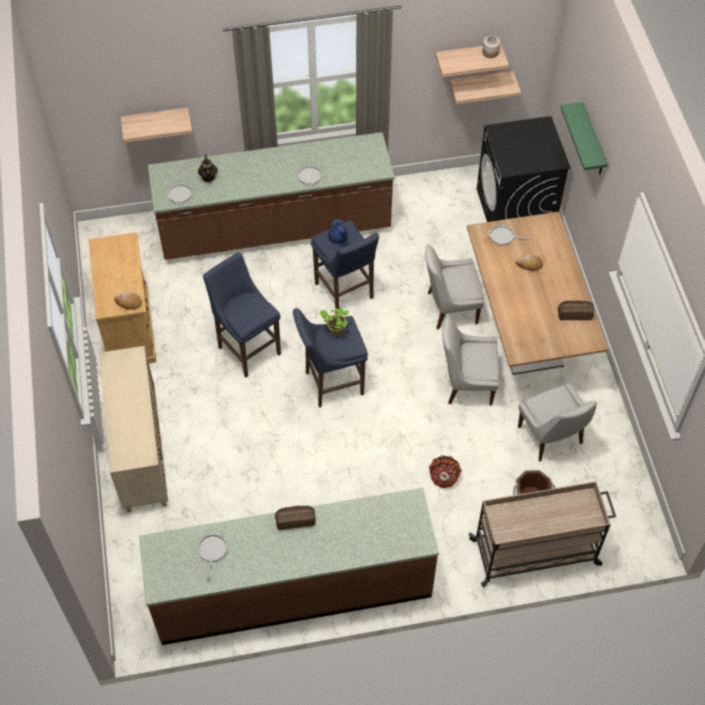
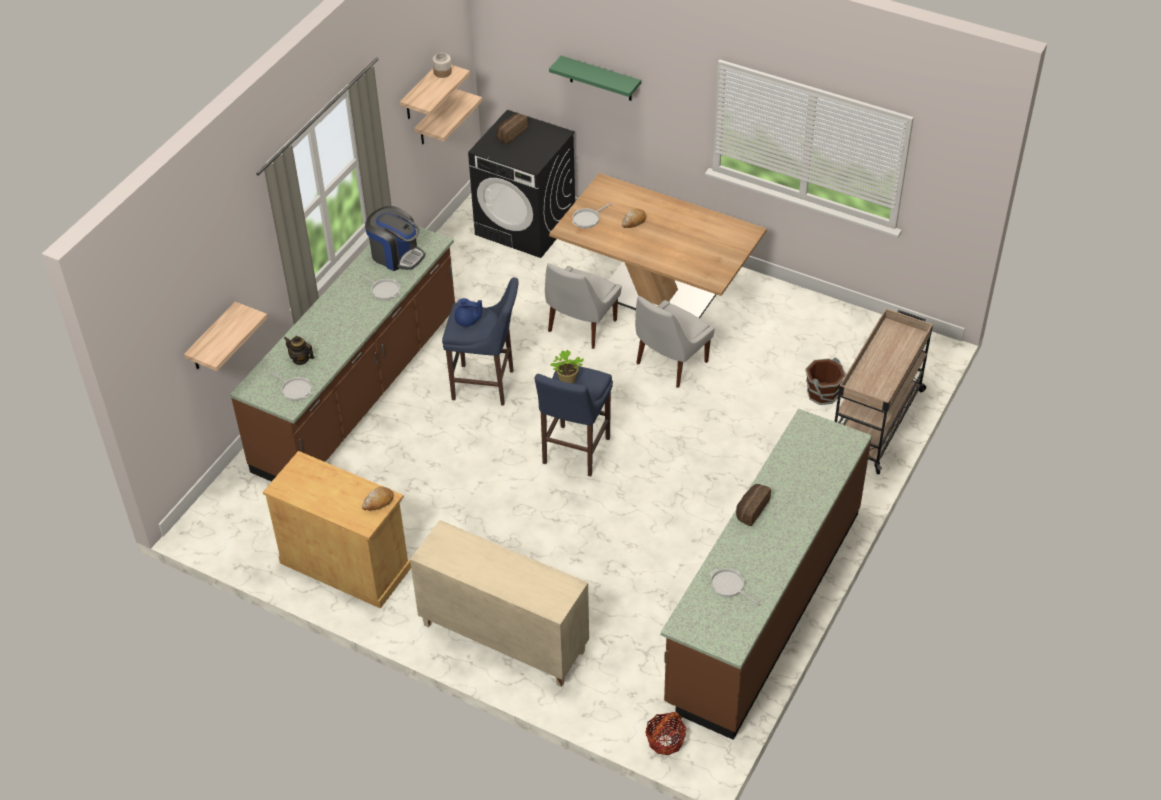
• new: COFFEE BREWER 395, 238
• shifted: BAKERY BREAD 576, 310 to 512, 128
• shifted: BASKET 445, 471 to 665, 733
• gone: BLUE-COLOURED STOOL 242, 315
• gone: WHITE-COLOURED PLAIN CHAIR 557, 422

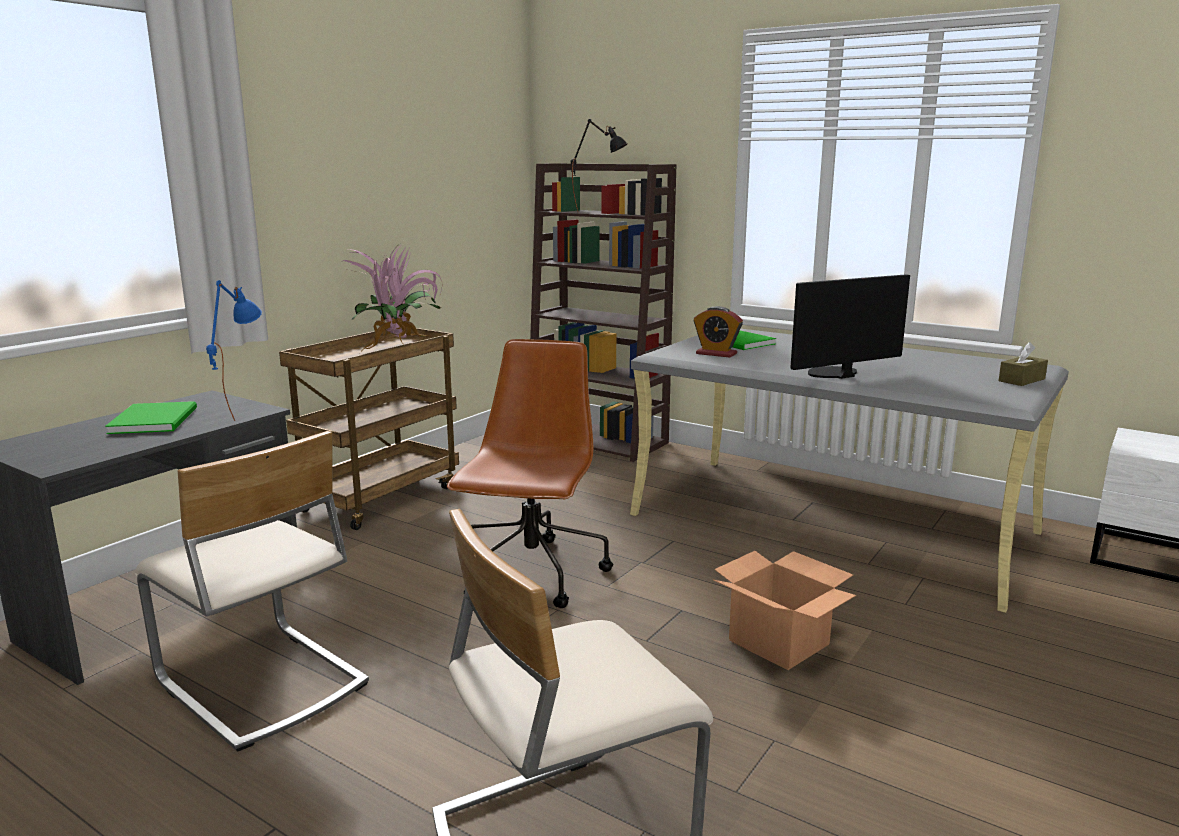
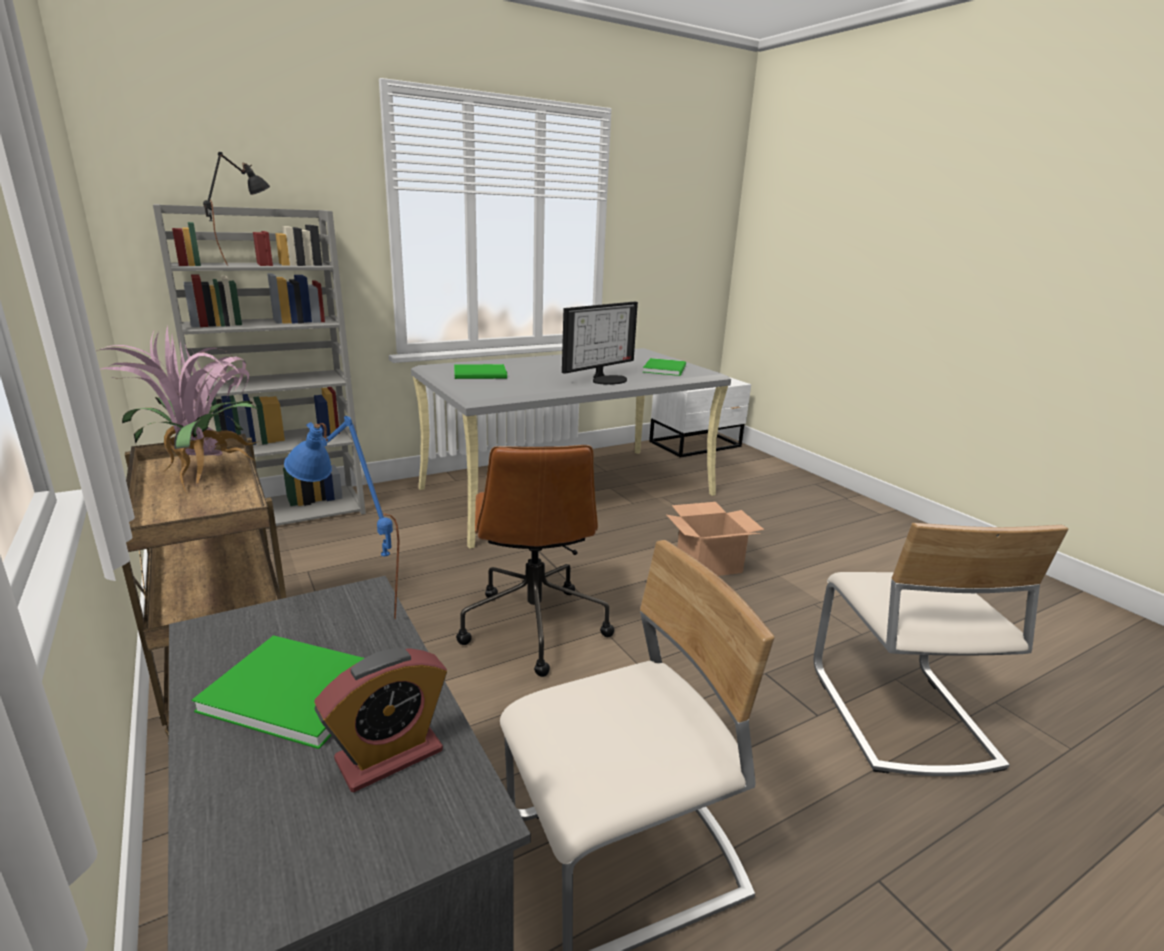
• repainted: BROWN SHELVING UNIT 603, 312 to GREYISH SHELVING UNIT 259, 365
• shifted: BEDSIDE CLOCK 718, 332 to 380, 720
• rotated: BROWN DESK CHAIR 530, 473 = 535, 561 135 degrees counterclockwise
• rotated: COMPUTER SCREEN 850, 326 = 600, 343 135 degrees counterclockwise
• new: GREEN-COLOURED VOLUME 664, 367
• gone: BROWN TISSUE BOX 1023, 364

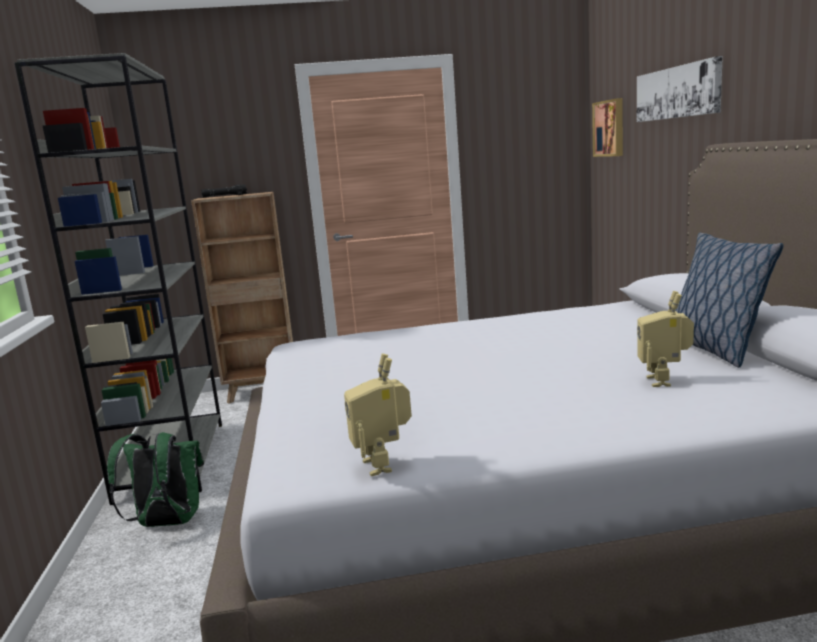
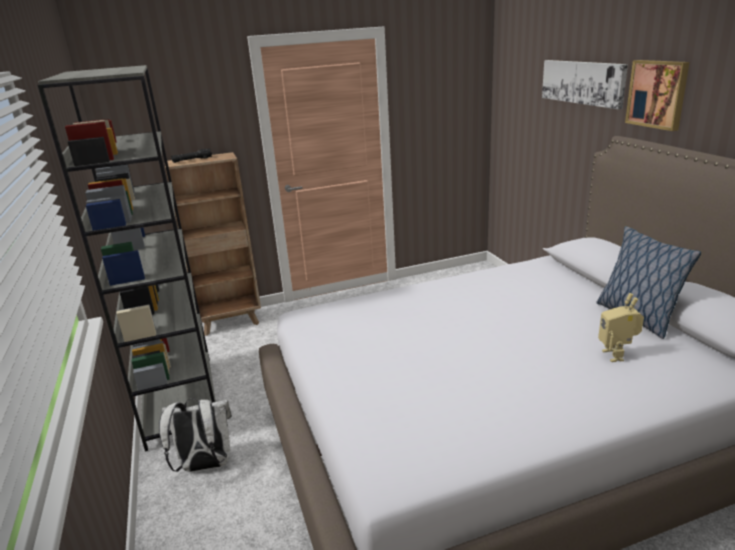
• repainted: GREEN-COLOURED RUCKSACK 155, 479 to WHITE-COLOURED RUCKSACK 195, 435
• shifted: WALL ART 607, 127 to 657, 95
• gone: ROBOT FIGURE 378, 415

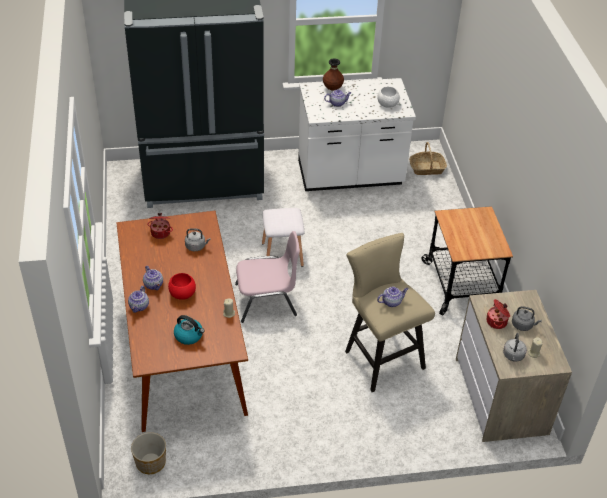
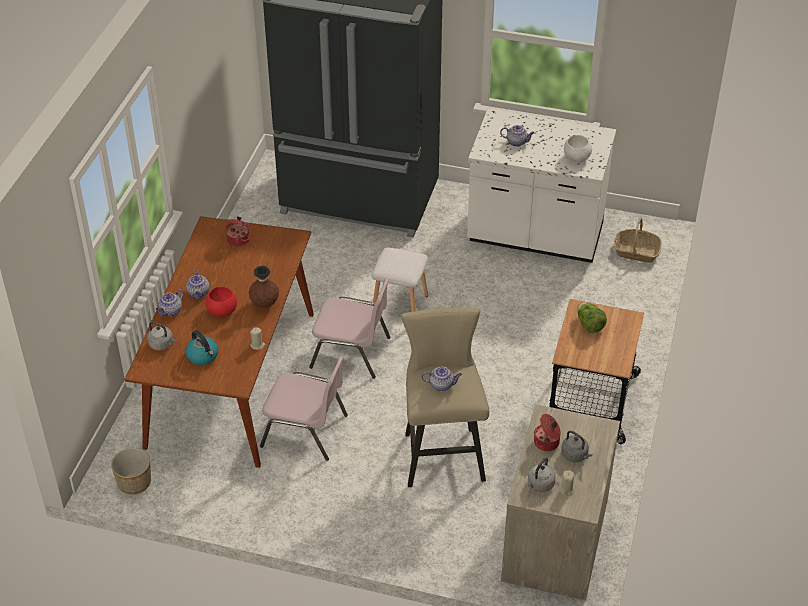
• shifted: GREYISH KETTLE 198, 239 to 161, 335
• shifted: BROWN FLOWER VASE 333, 74 to 264, 287
• new: PINKISH PLAIN CHAIR 304, 408
• new: HEAD OF LETTUCE 592, 317

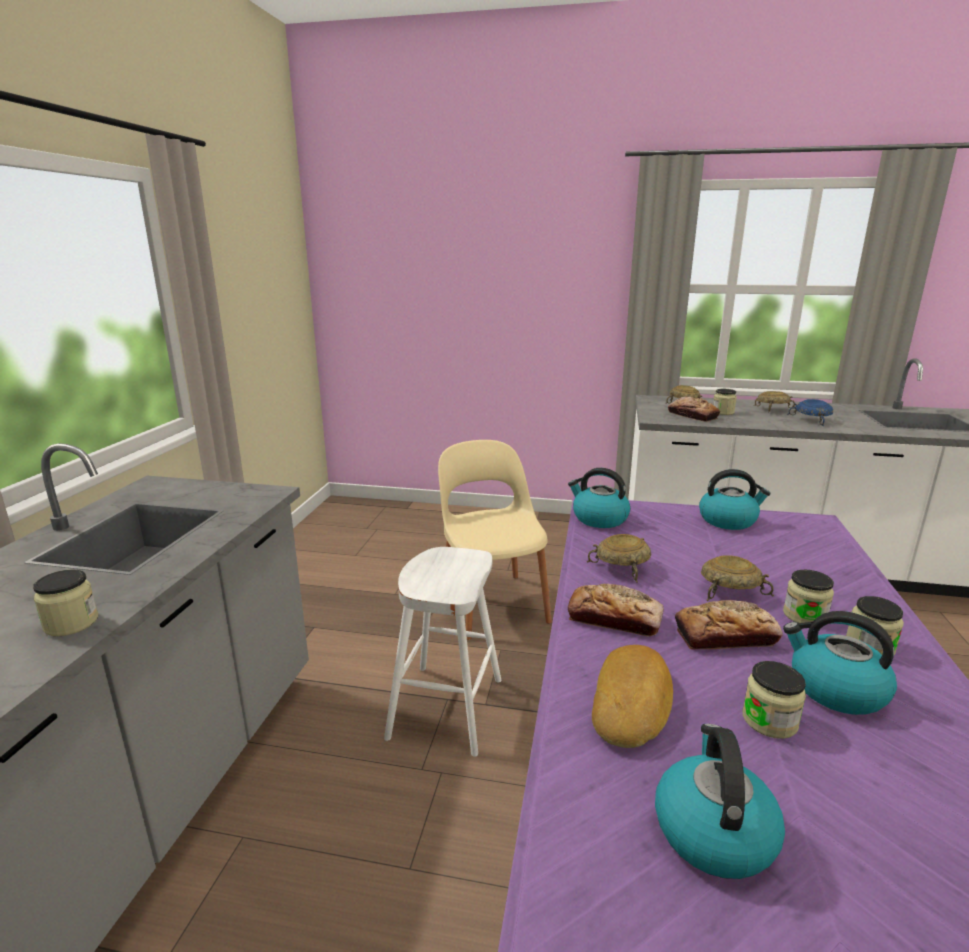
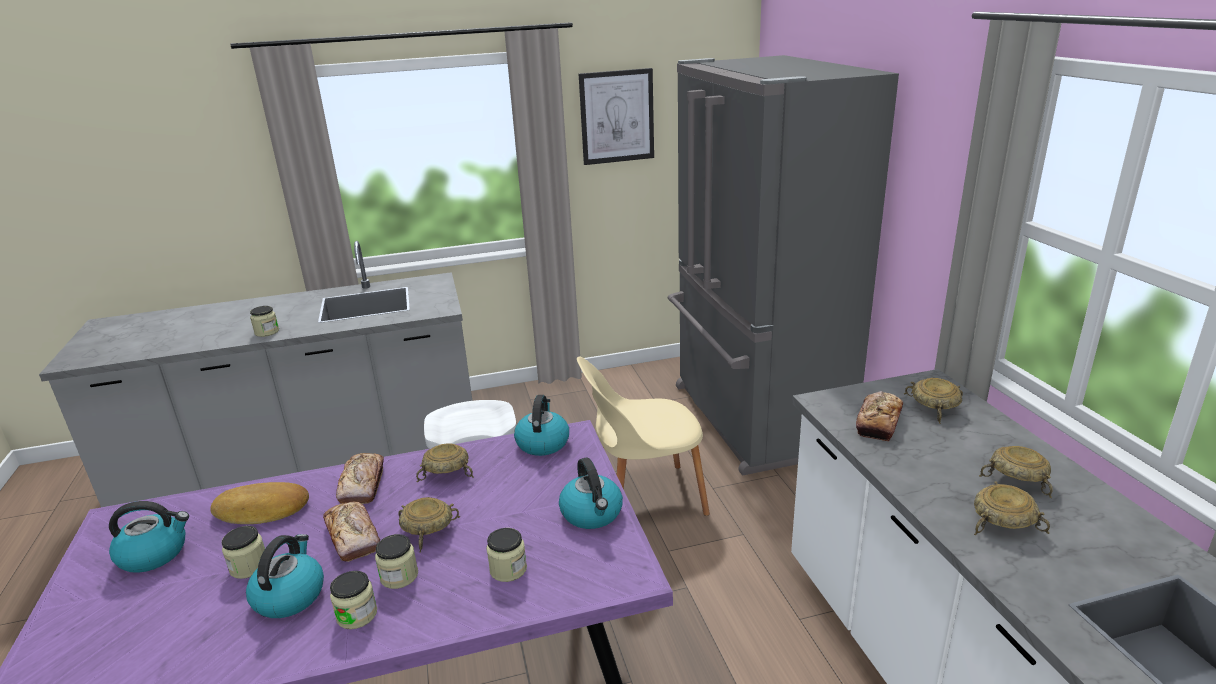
• shifted: JAR 725, 402 to 506, 555
• rotated: SAND-COLOURED PLAIN CHAIR 495, 540 = 643, 436 150 degrees counterclockwise
• new: WALL ART 616, 116
• new: GREYISH REFRIGERATOR 783, 265
• repainted: BLUE-COLOURED DEEP DISH 810, 412 to SAND-COLOURED DEEP DISH 1012, 508

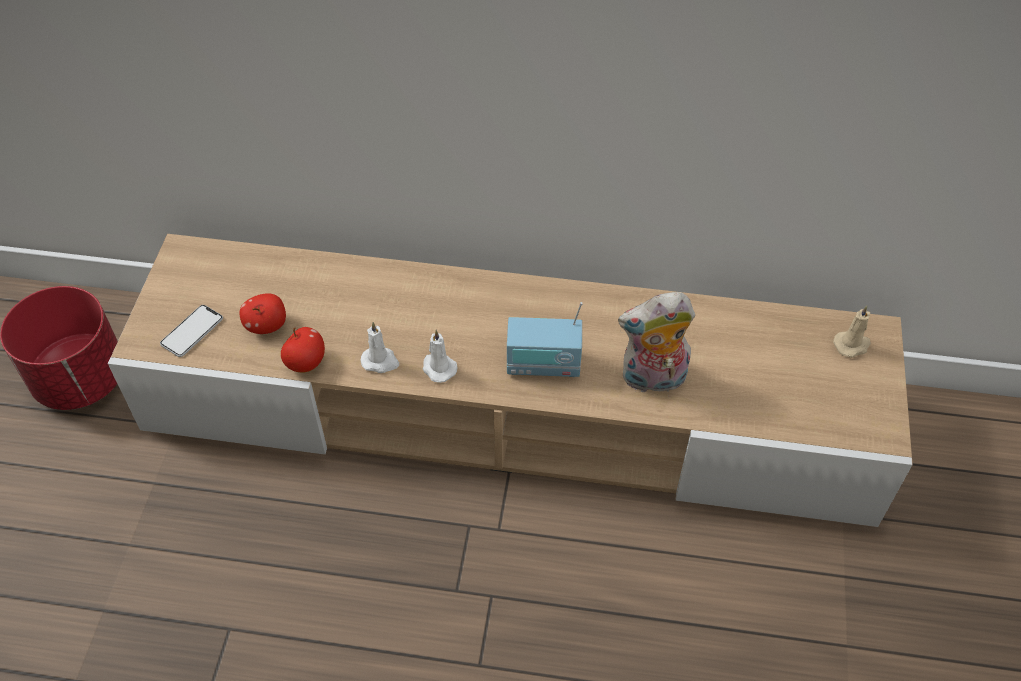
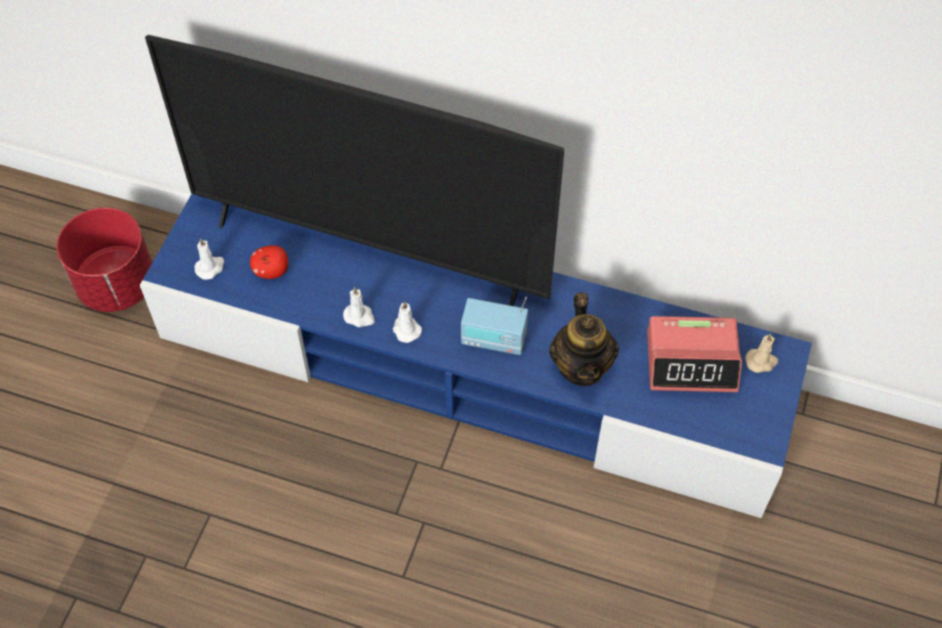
• repainted: SAND-COLOURED TV STAND 510, 380 to BLUE-COLOURED TV STAND 476, 356
• new: TV 354, 170
• swapped: HANDSET 191, 331 to WHITE-COLOURED WAX CANDLE 209, 259
• swapped: CUDDLY TOY 656, 344 to TEA POT 584, 339
• new: BEDSIDE CLOCK 694, 354
• gone: WHOLE APPLE 303, 349

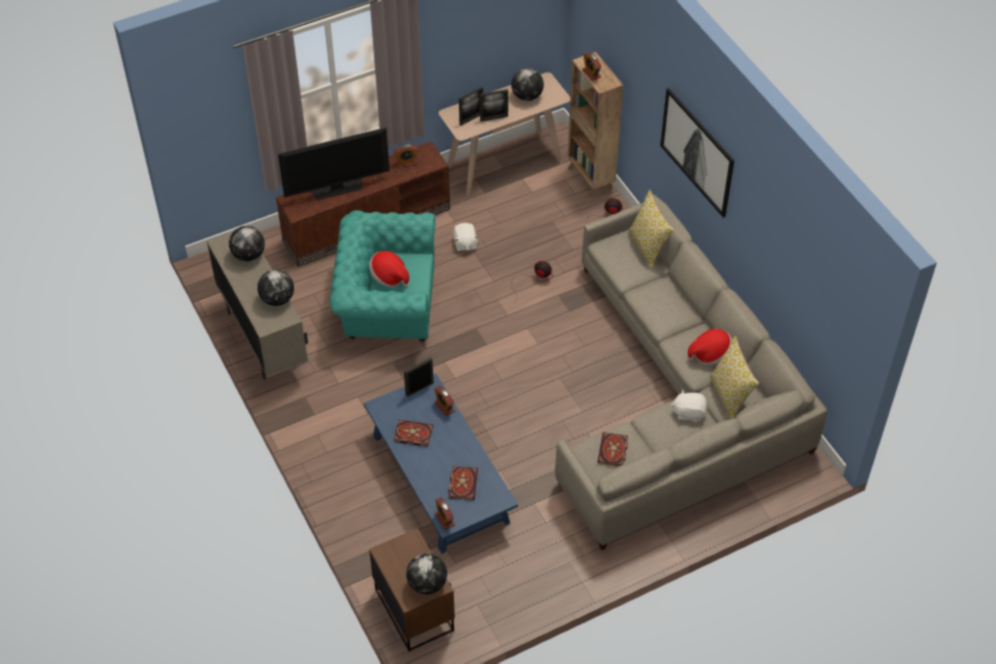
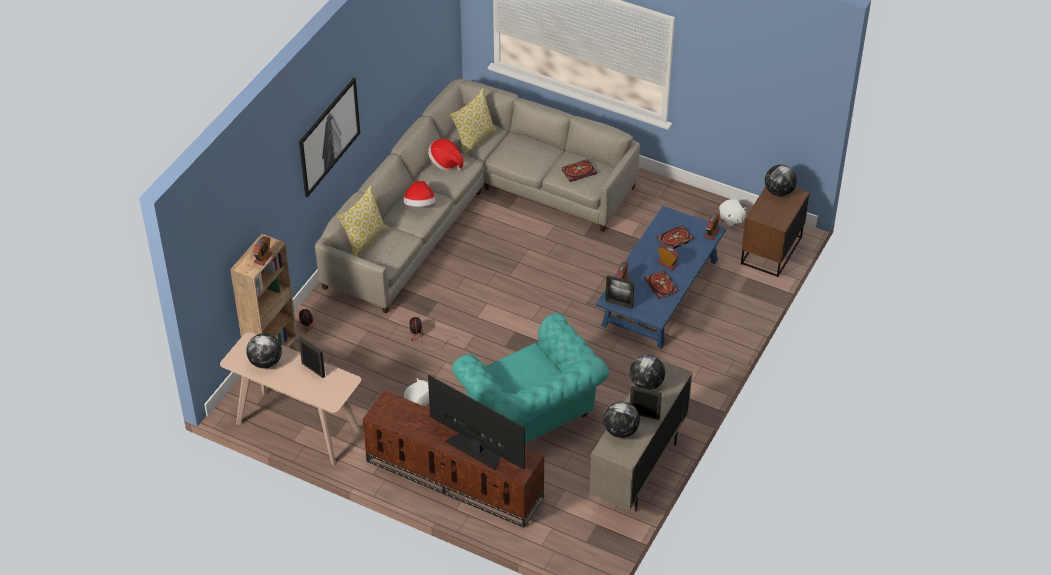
• shifted: HAT 389, 269 to 419, 194
• shifted: PICTURE FRAME 471, 106 to 646, 403
• shifted: BEDSIDE CLOCK 406, 156 to 668, 258
• shifted: WHITE-COLOURED CUDDLY TOY 689, 405 to 733, 213

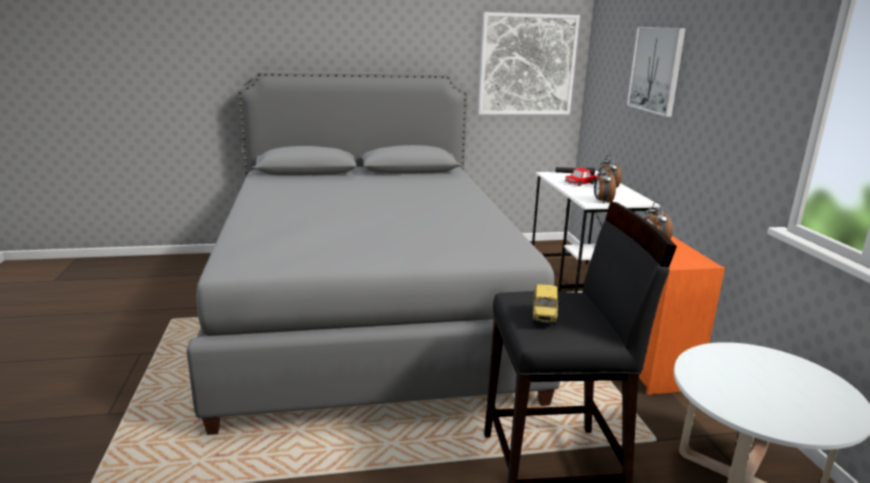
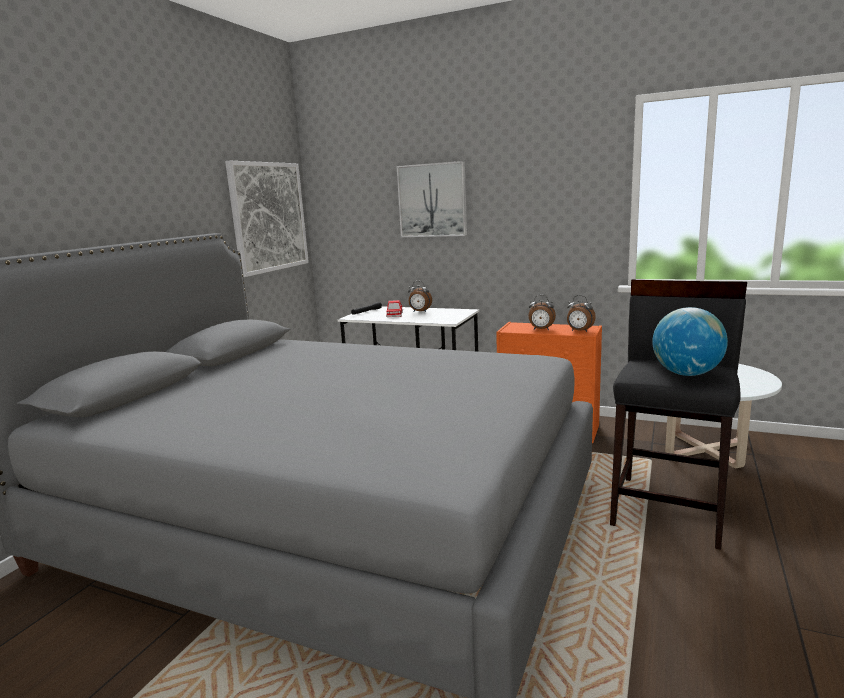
• shifted: BEDSIDE CLOCK 605, 184 to 581, 313
• swapped: MINIATURE CAR 546, 304 to WORLD GLOBE 690, 341

